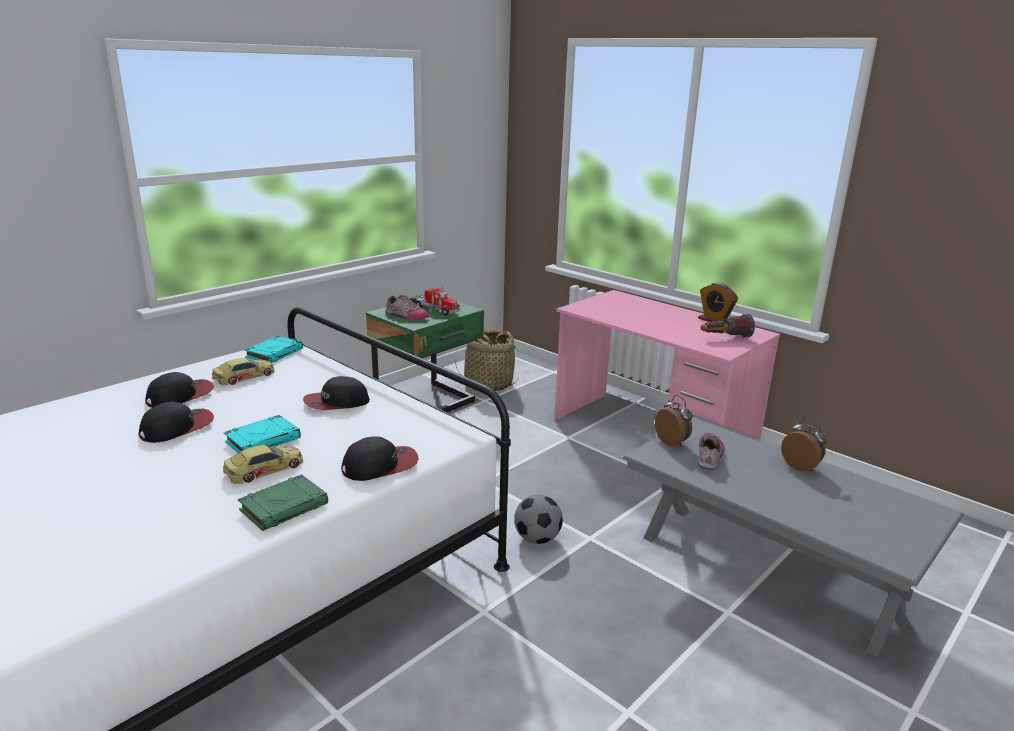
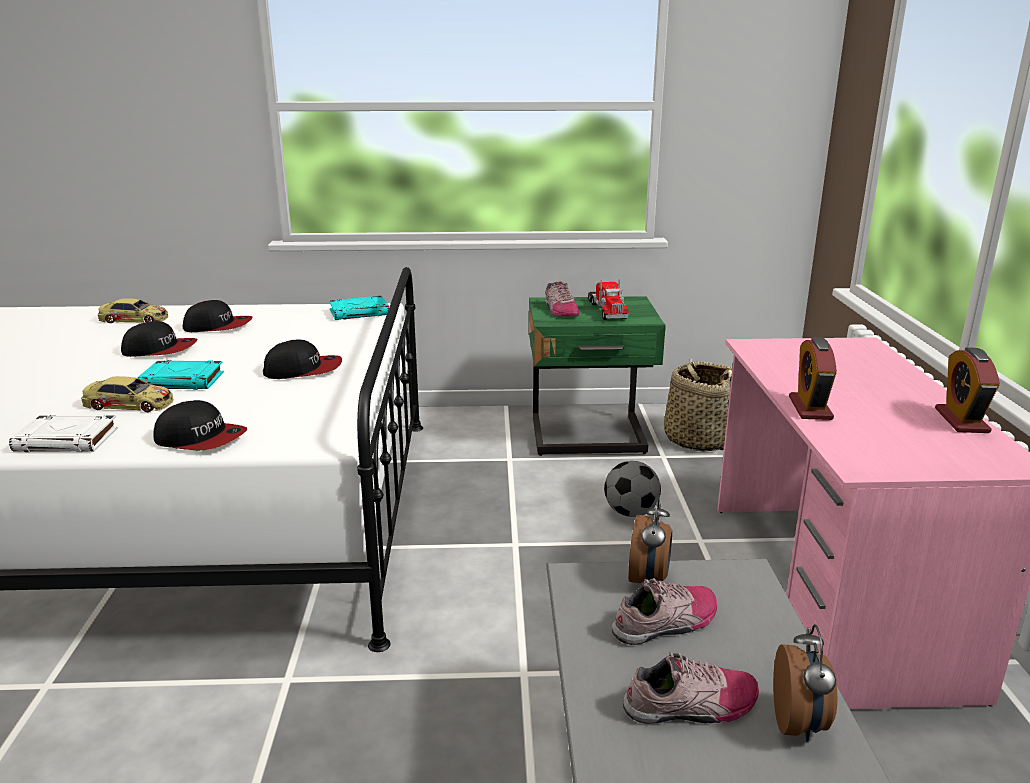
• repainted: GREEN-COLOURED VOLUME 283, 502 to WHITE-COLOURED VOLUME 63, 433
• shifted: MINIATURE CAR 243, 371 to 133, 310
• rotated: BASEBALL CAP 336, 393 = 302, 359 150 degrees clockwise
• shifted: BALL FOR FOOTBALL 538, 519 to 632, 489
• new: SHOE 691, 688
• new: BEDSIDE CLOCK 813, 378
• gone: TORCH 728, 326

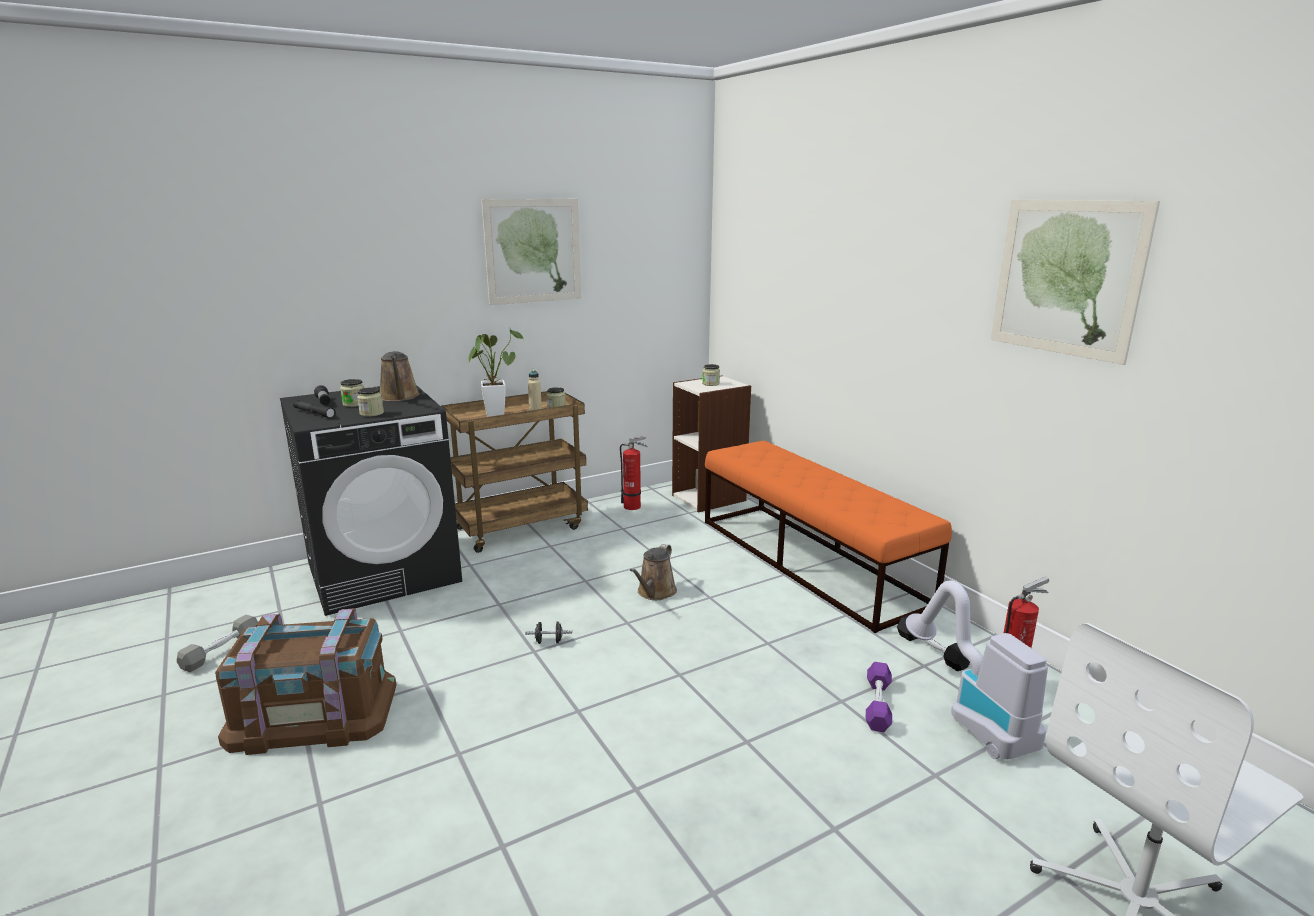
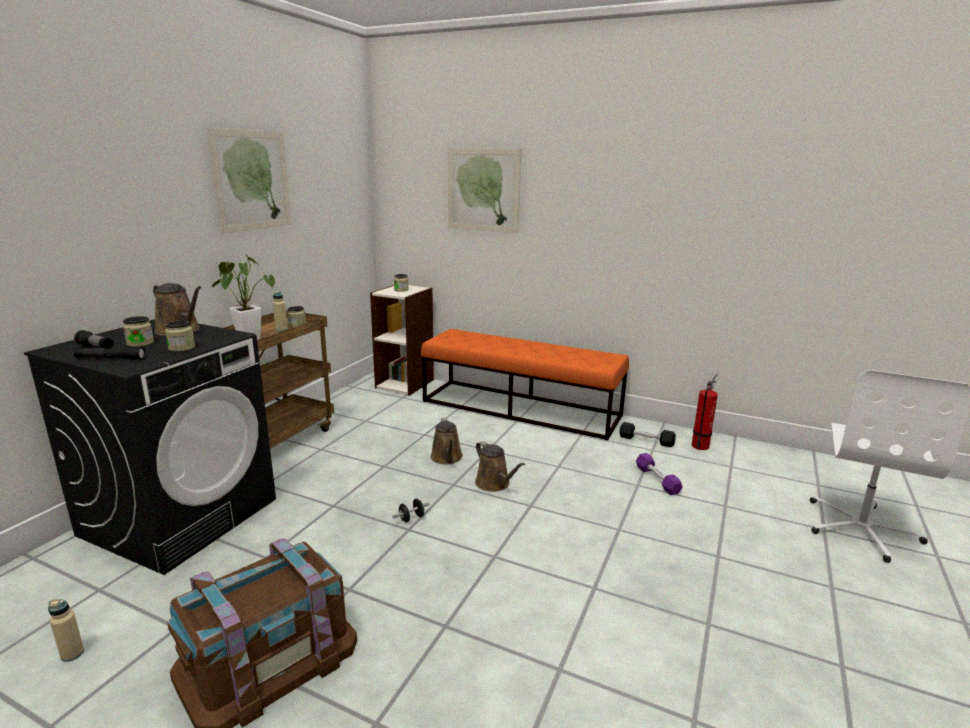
• swapped: GREYISH FREE WEIGHT 217, 643 to SAND-COLOURED BOTTLE 66, 630
• shifted: WALL ART 1075, 282 to 484, 190
• new: BROWN SPRINKLING CAN 500, 466
• gone: FIRE EXTINGUISHER 634, 473
• gone: VACUUM CLEANER 977, 670

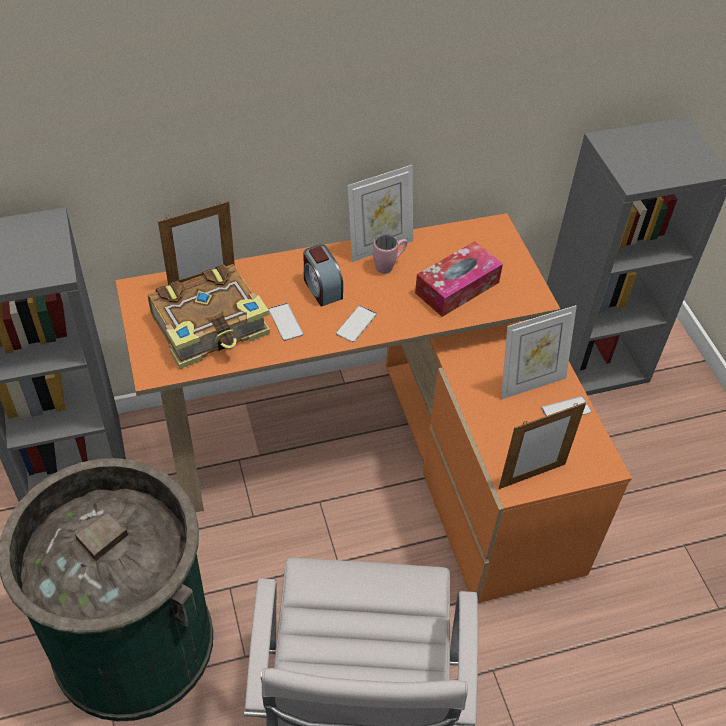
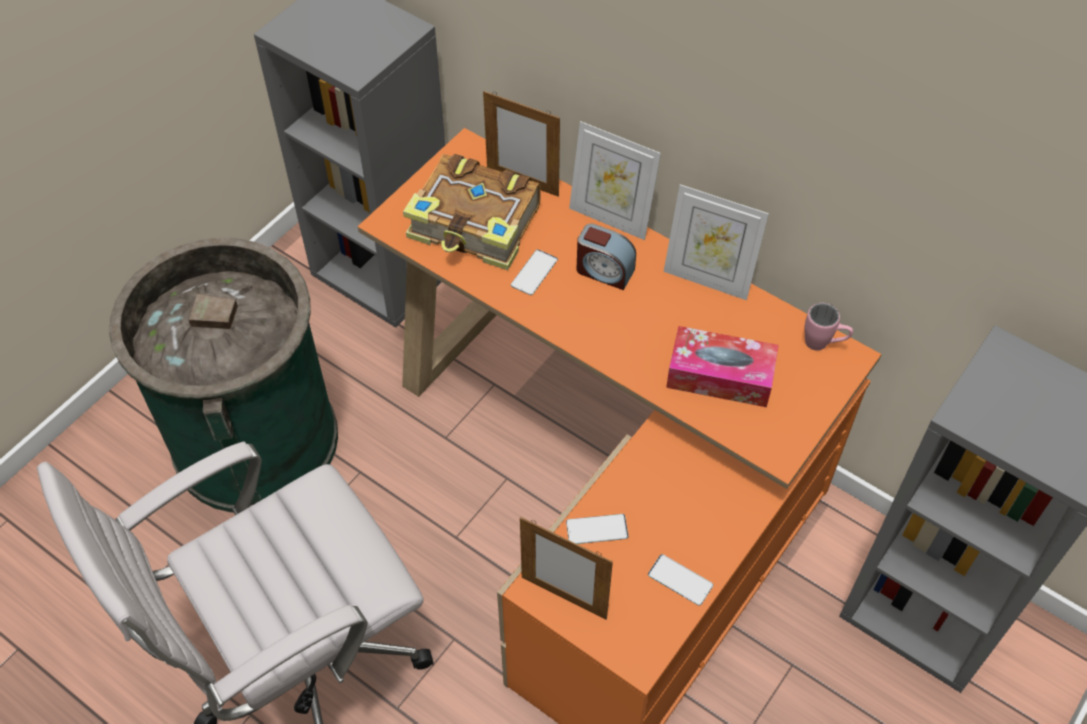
• shifted: HANDSET 356, 323 to 597, 529
• shifted: PICTURE FRAME 539, 352 to 615, 180
• rotated: BEDSIDE CLOCK 323, 275 = 606, 257 90 degrees counterclockwise
• shifted: PINKISH COFFEE MUG 390, 254 to 828, 327

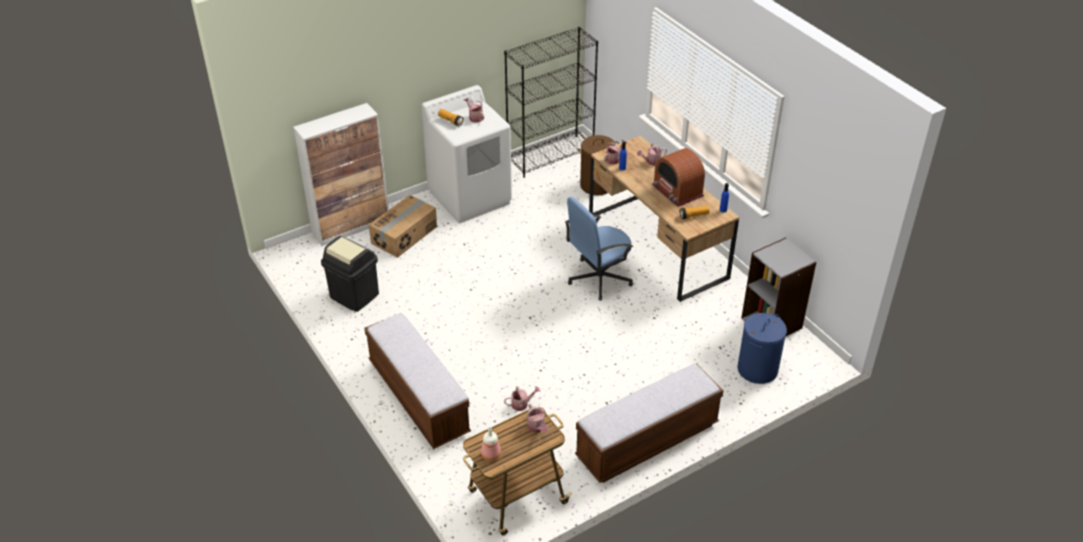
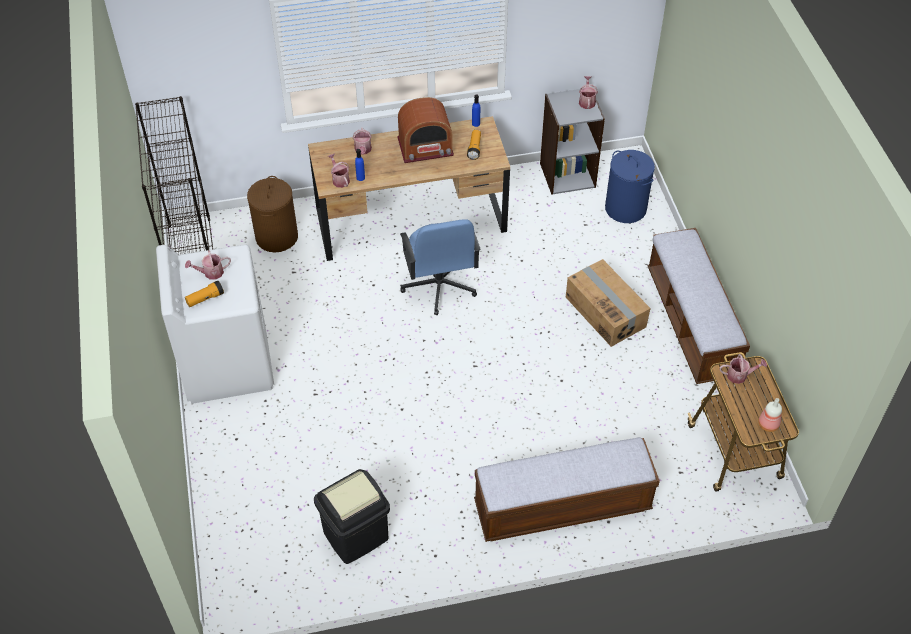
• shifted: PACKING BOX 402, 226 to 608, 303
• shifted: SPRINKLING CAN 522, 398 to 588, 92
• gone: CABINET 341, 174

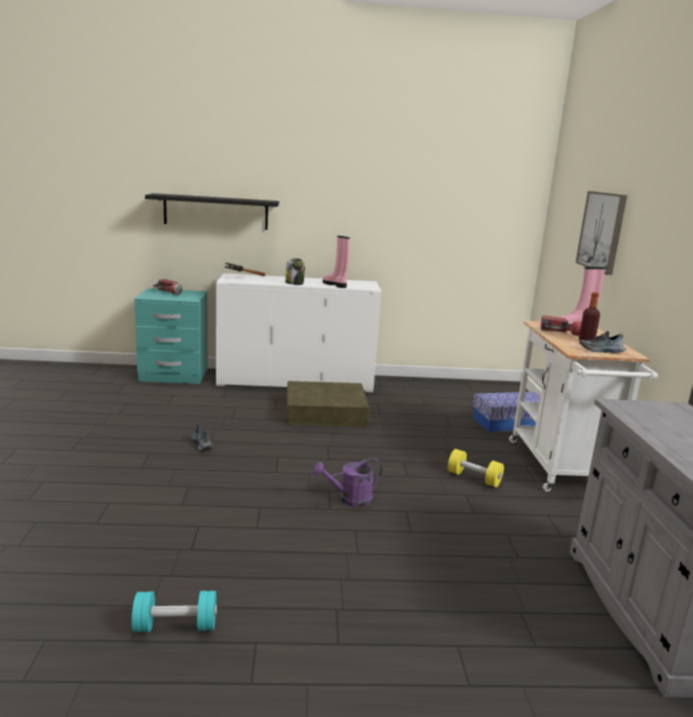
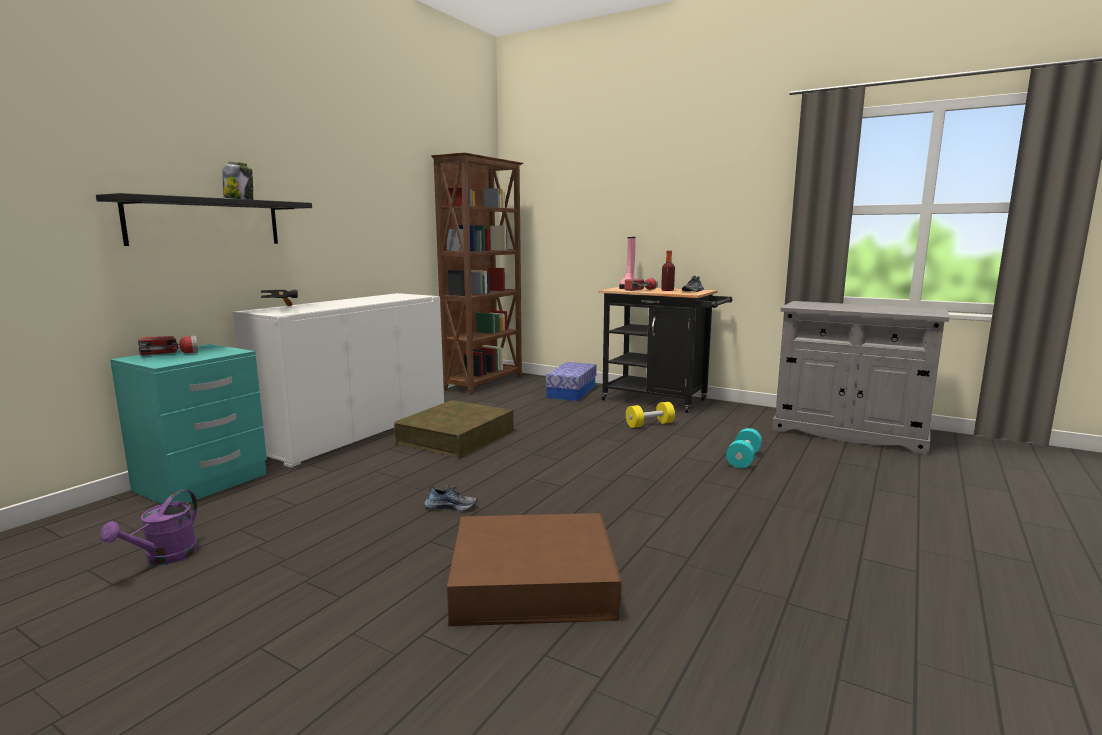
• shifted: PURPLISH SPRINKLING CAN 347, 482 to 149, 527
• shifted: JAR 295, 271 to 238, 181
• new: BROWN SHELVING UNIT 477, 273
• new: BROWN STORAGE CONTAINER 534, 569
• repainted: WHITE-COLOURED WHEELED CART 583, 406 to BLACK-COLOURED WHEELED CART 665, 350
• shifted: BLUE-GREEN FREE WEIGHT 174, 611 to 744, 448
• gone: PINKISH BOOT 336, 262
• gone: WALL ART 601, 233

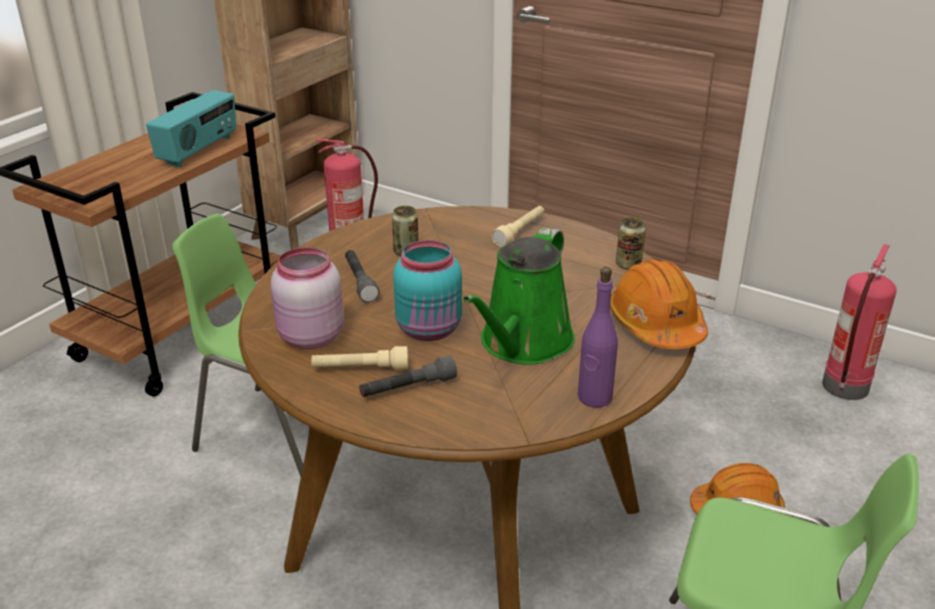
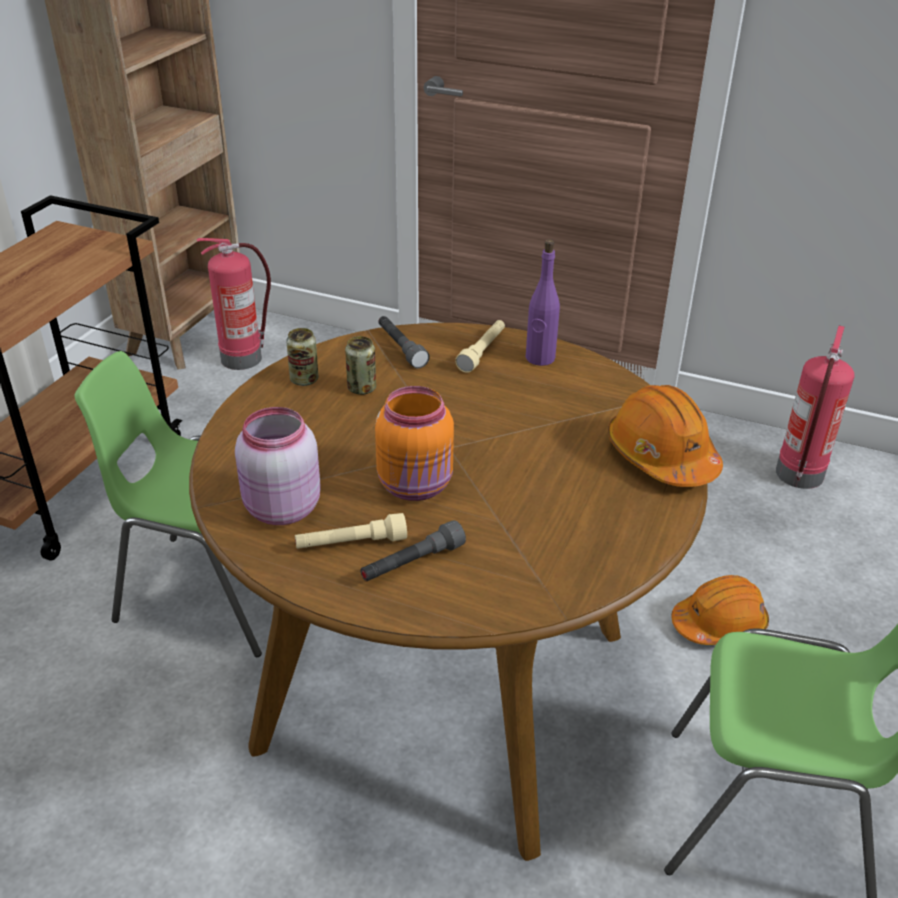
• shifted: SEALED CAN 631, 243 to 302, 357
• repainted: BLUE-GREEN JAR 427, 290 to ORANGE-COLOURED JAR 414, 443
• shifted: GREYISH TORCH 362, 276 to 404, 342
• shifted: PURPLISH BOTTLE 598, 337 to 543, 302
• gone: RADIO 191, 128
• gone: GREEN-COLOURED SPRINKLING CAN 519, 296

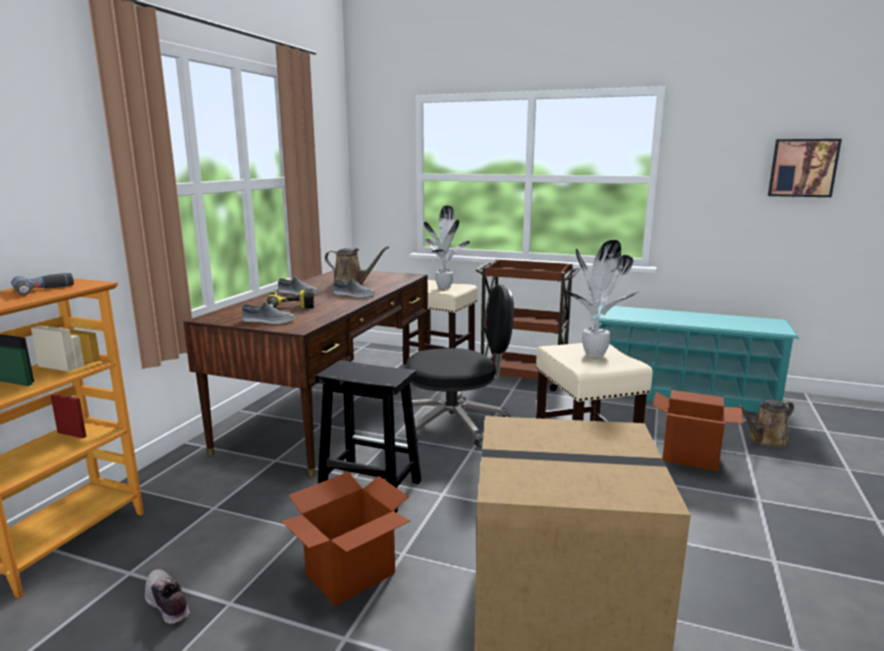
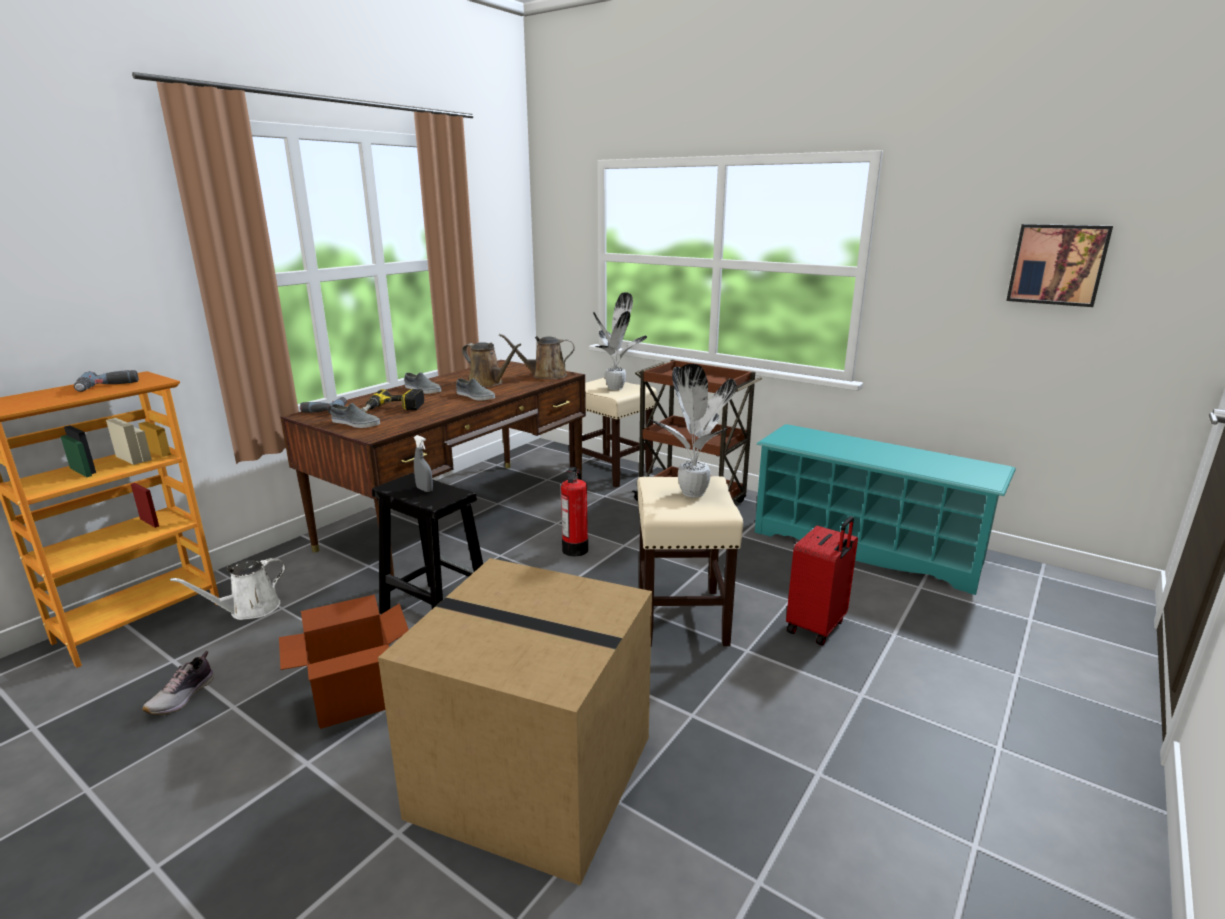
• rotated: SHOE 167, 596 = 178, 683 135 degrees counterclockwise
• new: WHITE-COLOURED SPRINKLING CAN 228, 589
• new: DRILL 323, 405
• new: GREYISH SPRAY BOTTLE 423, 463
• shifted: BROWN SPRINKLING CAN 765, 423 to 537, 356
• swapped: BLACK-COLOURED DESK CHAIR 460, 366 to FIRE EXTINGUISHER 574, 512
• swapped: PACKING BOX 698, 430 to RED TRAVEL CASE 822, 580

